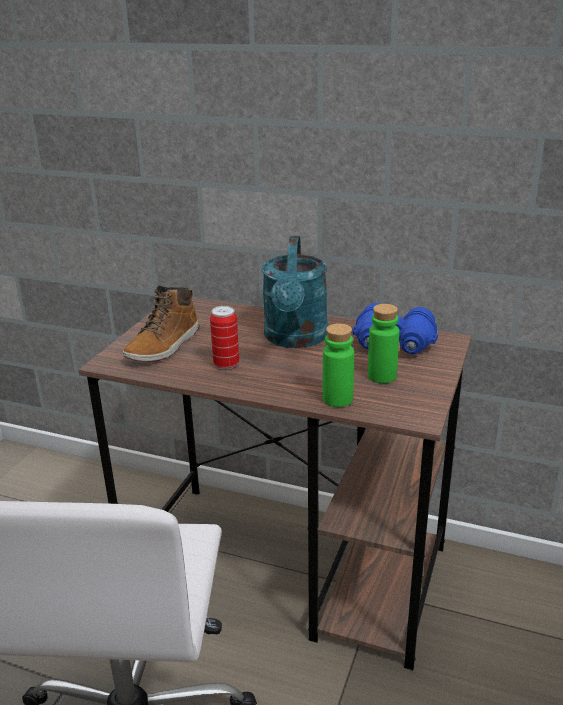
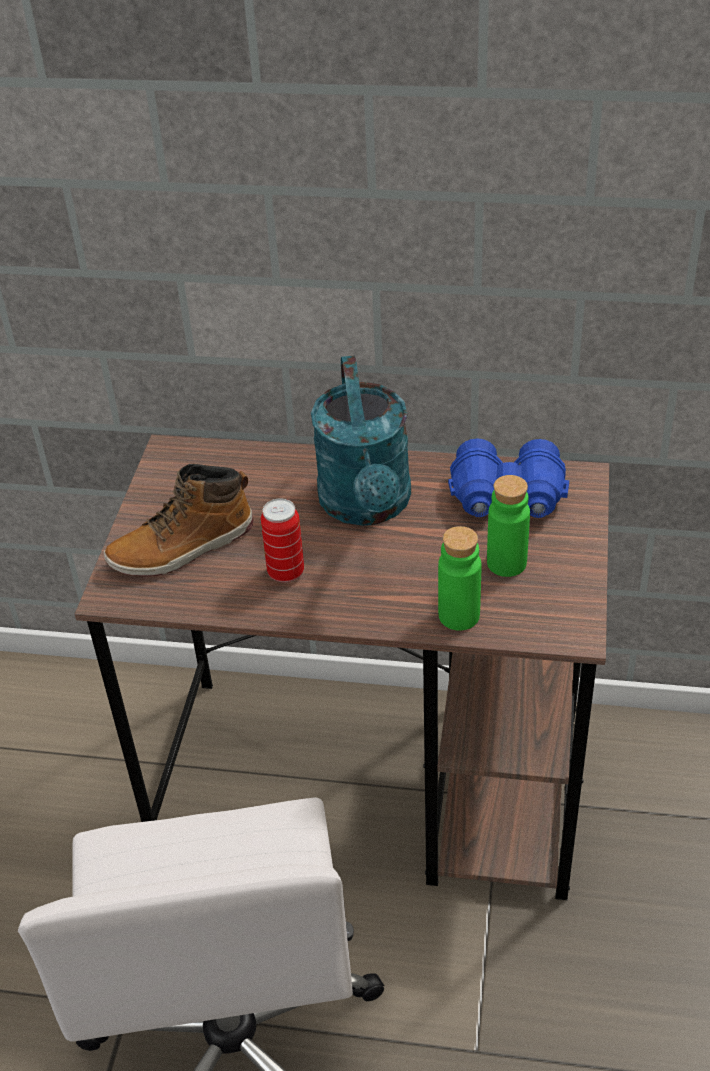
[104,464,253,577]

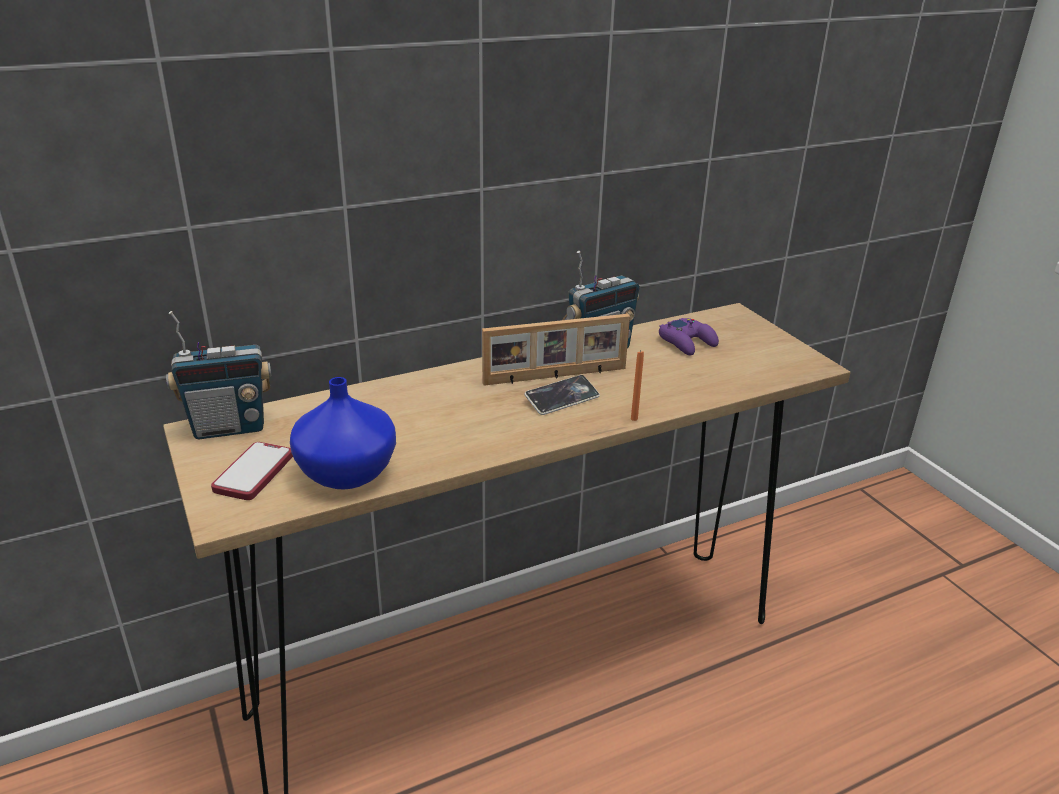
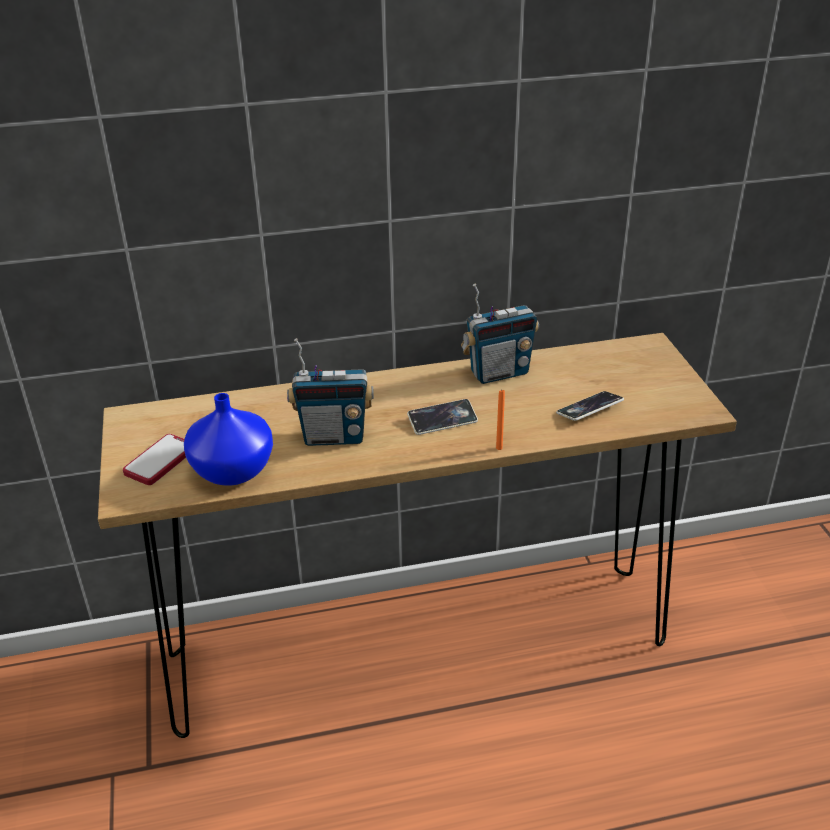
[482,314,630,386] (first image)
[659,318,719,355] (first image)
[556,391,624,421]
[287,338,374,446]

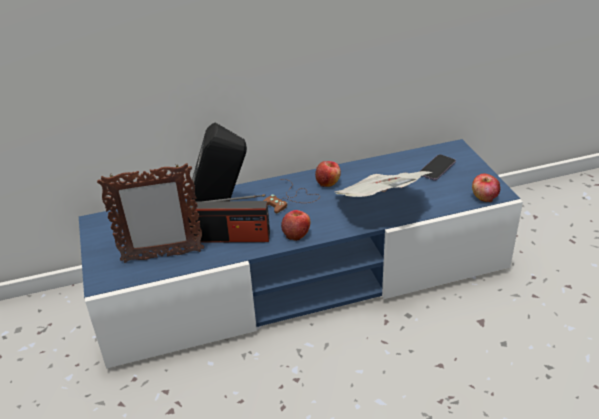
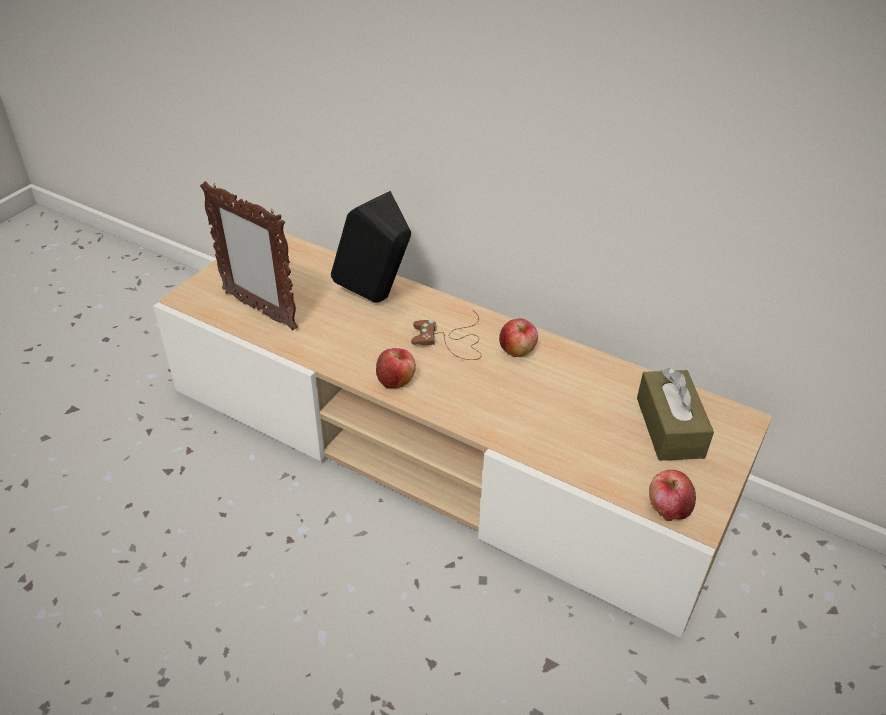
[188,194,270,243] (first image)
[335,171,432,197] (first image)
[637,368,714,461]
[153,233,773,638]

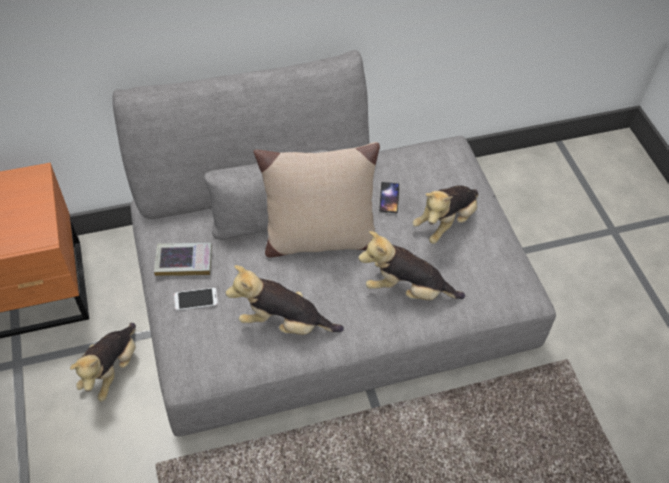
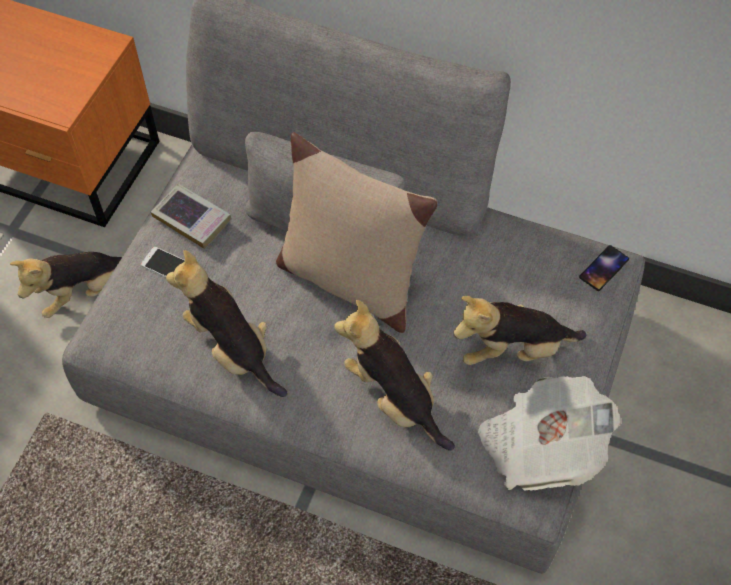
[478,376,621,491]
[579,245,629,291]

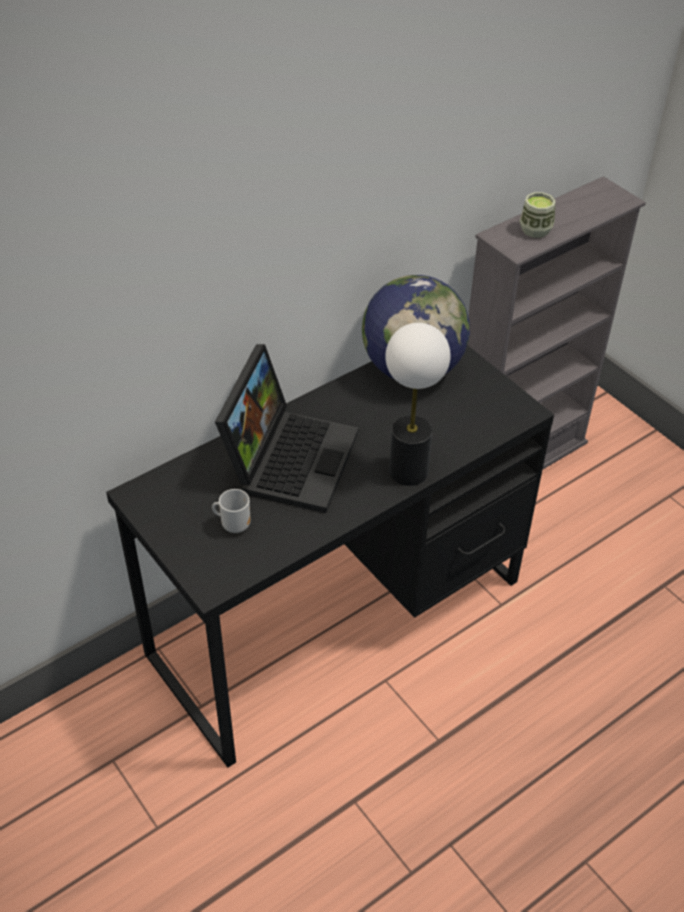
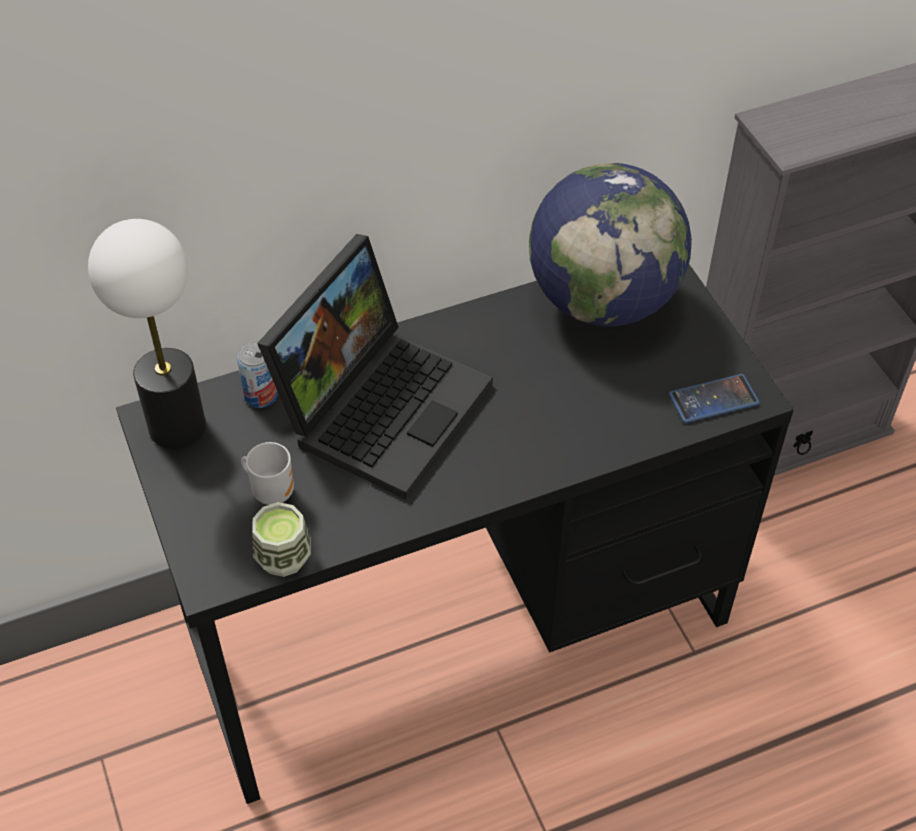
[237,342,277,408]
[669,374,760,423]
[88,219,206,449]
[252,502,311,577]

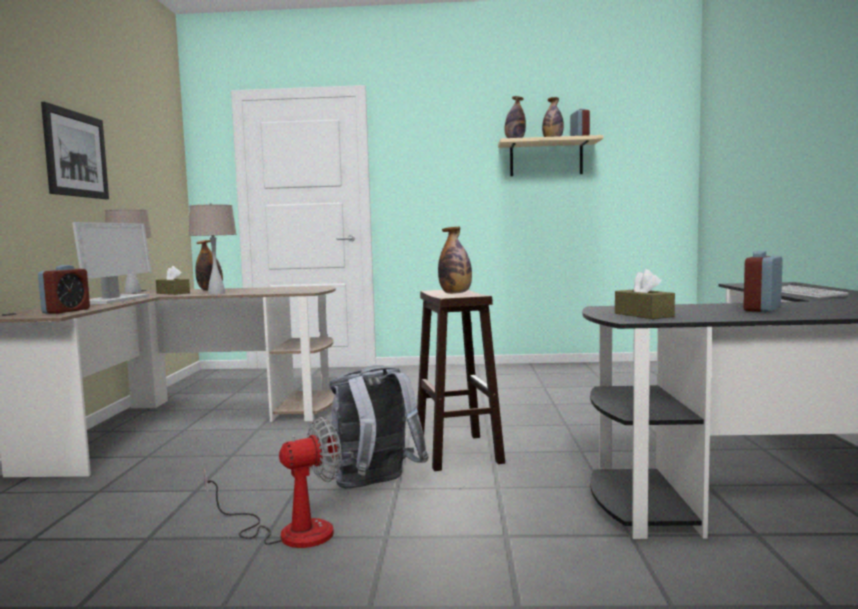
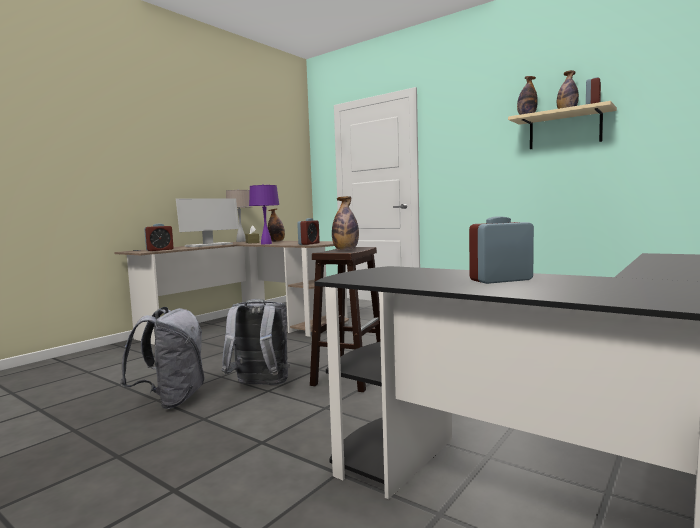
[41,102,109,199] (first image)
[615,269,675,319] (first image)
[782,285,849,298] (first image)
[297,218,320,245]
[120,307,205,409]
[249,184,279,244]

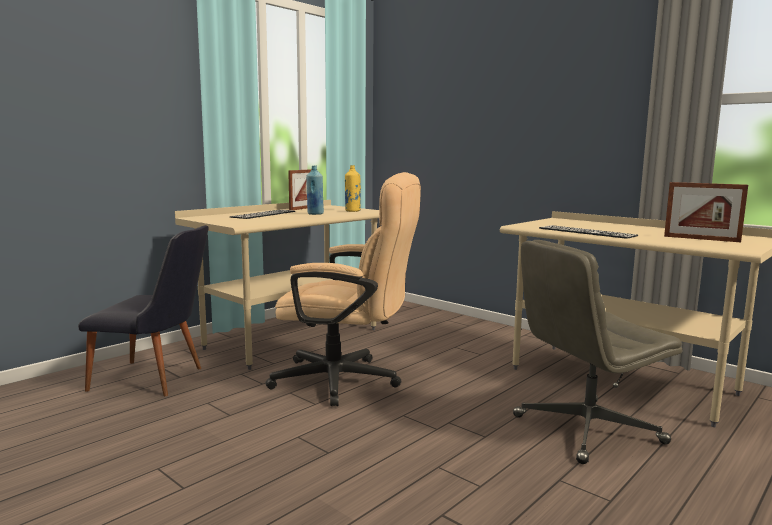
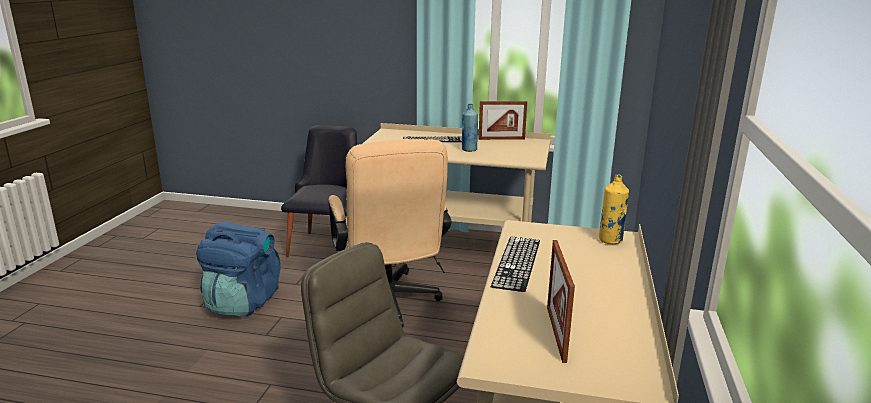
[196,222,281,316]
[599,174,629,244]
[281,125,357,258]

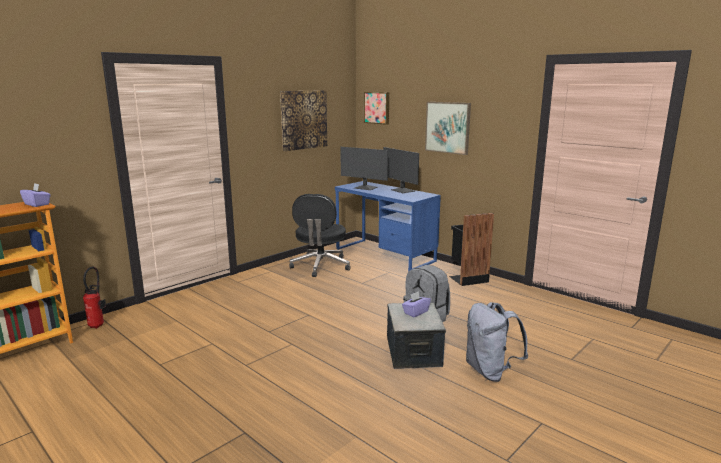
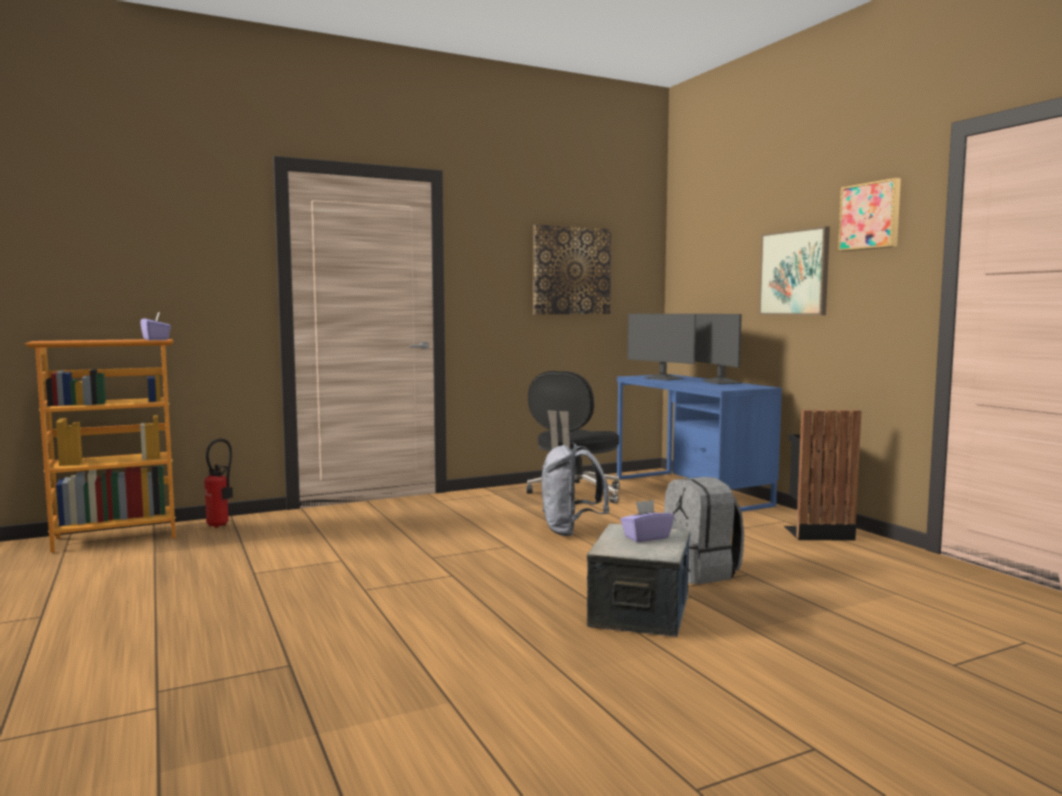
[838,178,901,251]
[541,443,609,536]

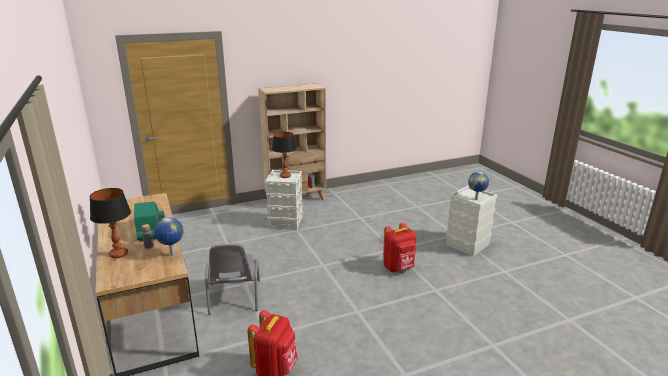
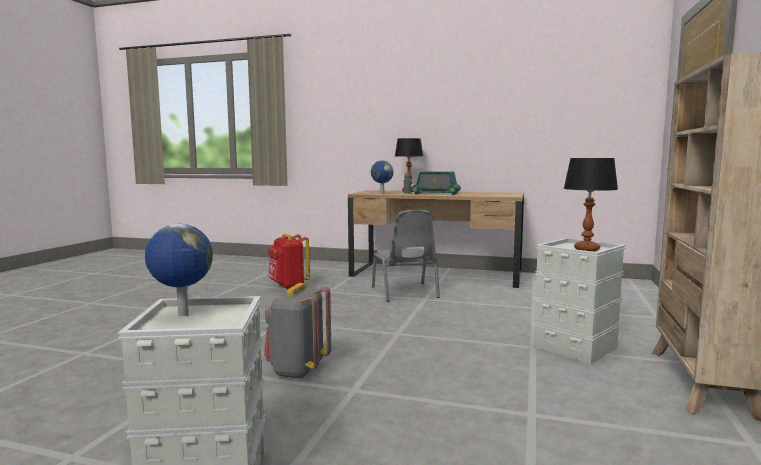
[264,283,331,379]
[372,210,440,302]

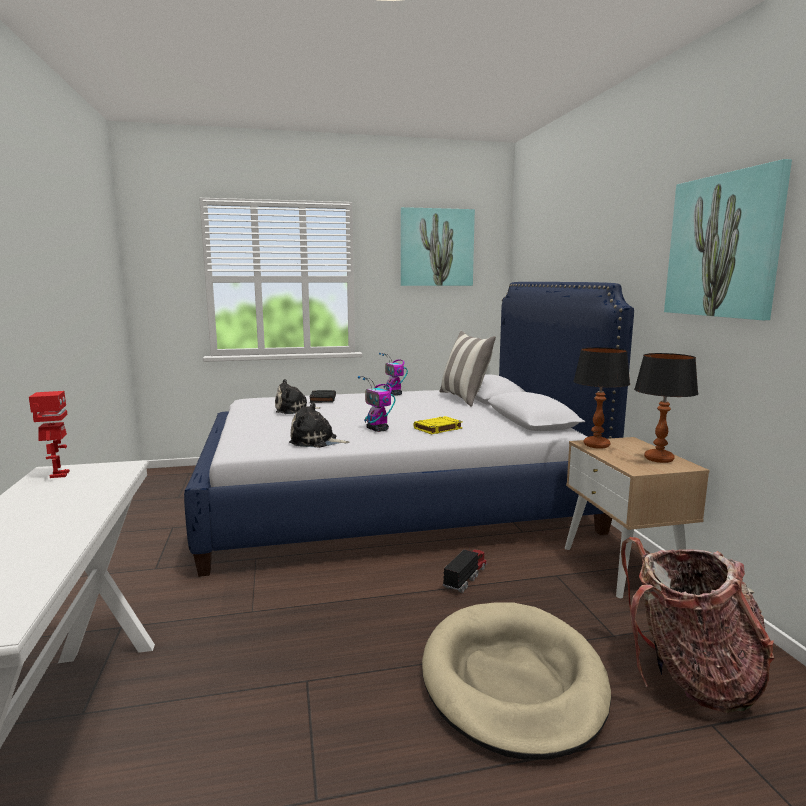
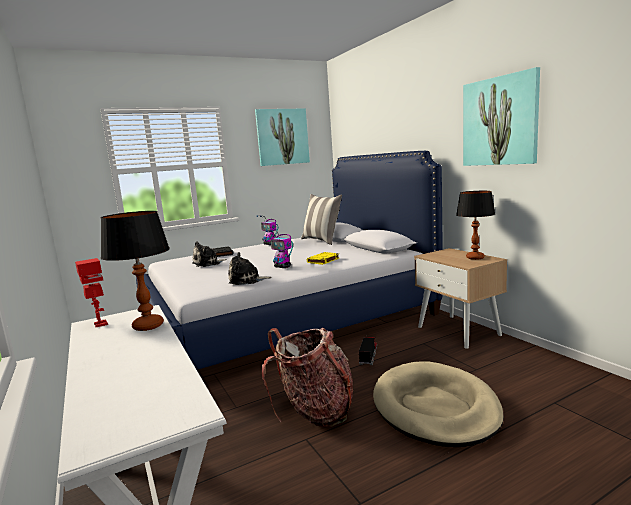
[101,211,170,331]
[261,327,353,427]

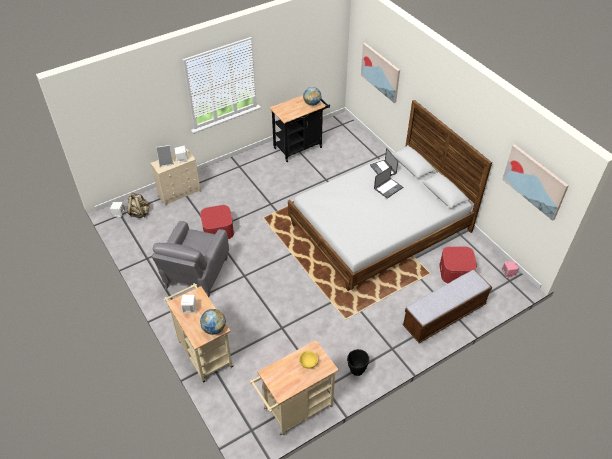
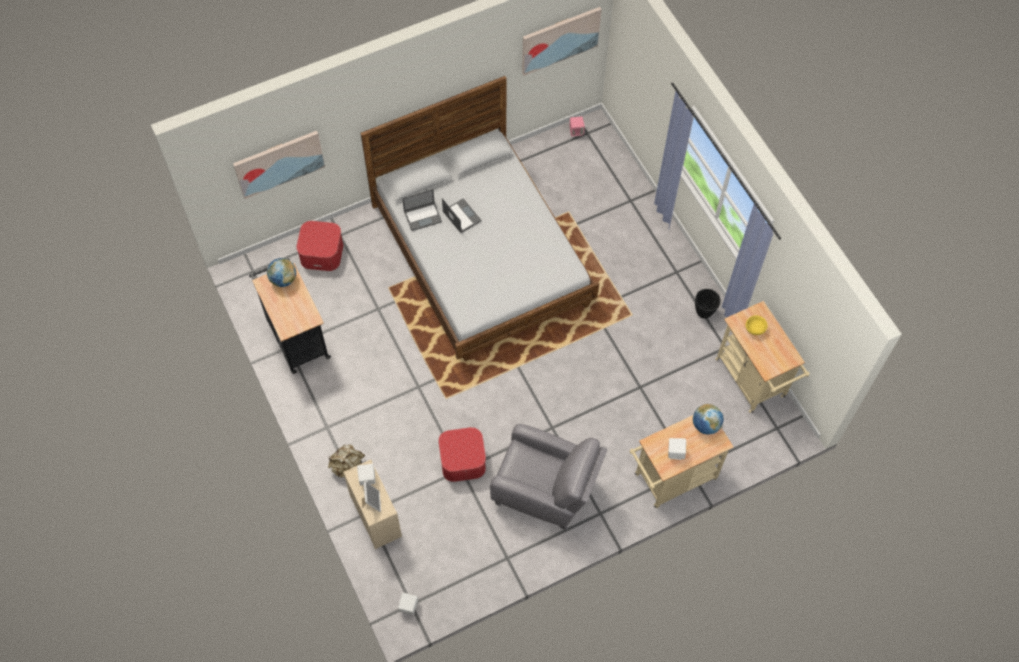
[402,270,492,343] (first image)
[328,445,365,477]
[296,221,343,271]

